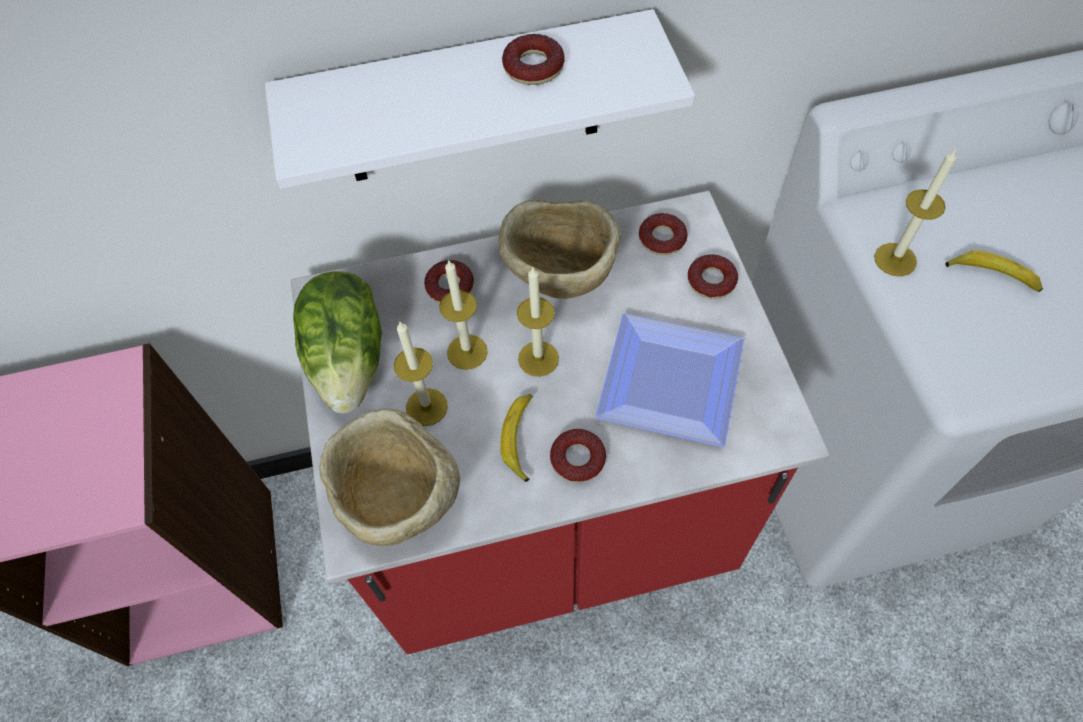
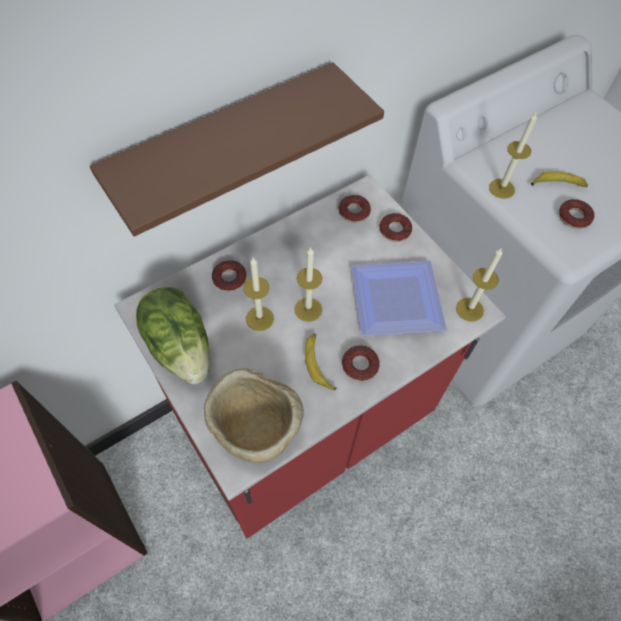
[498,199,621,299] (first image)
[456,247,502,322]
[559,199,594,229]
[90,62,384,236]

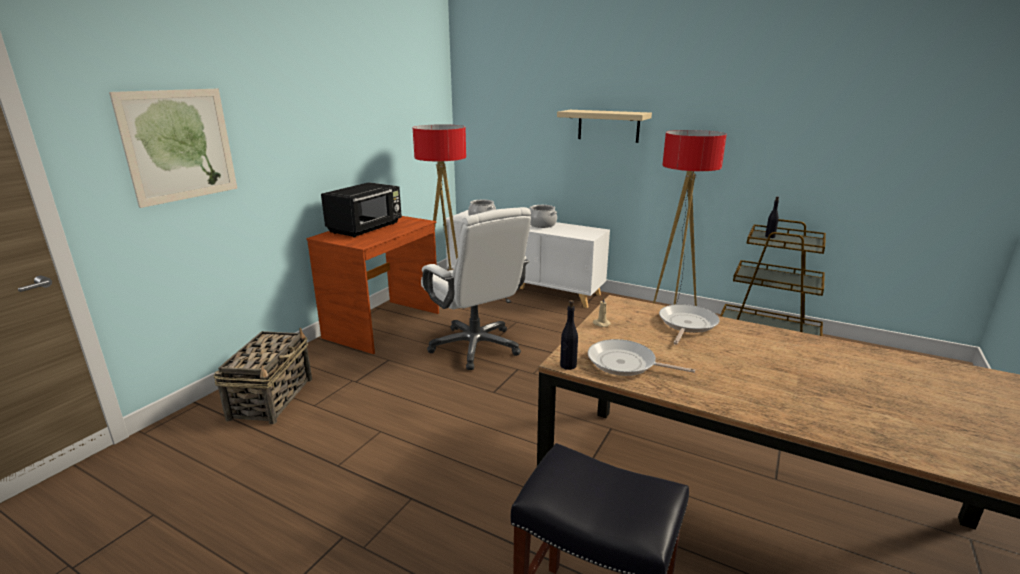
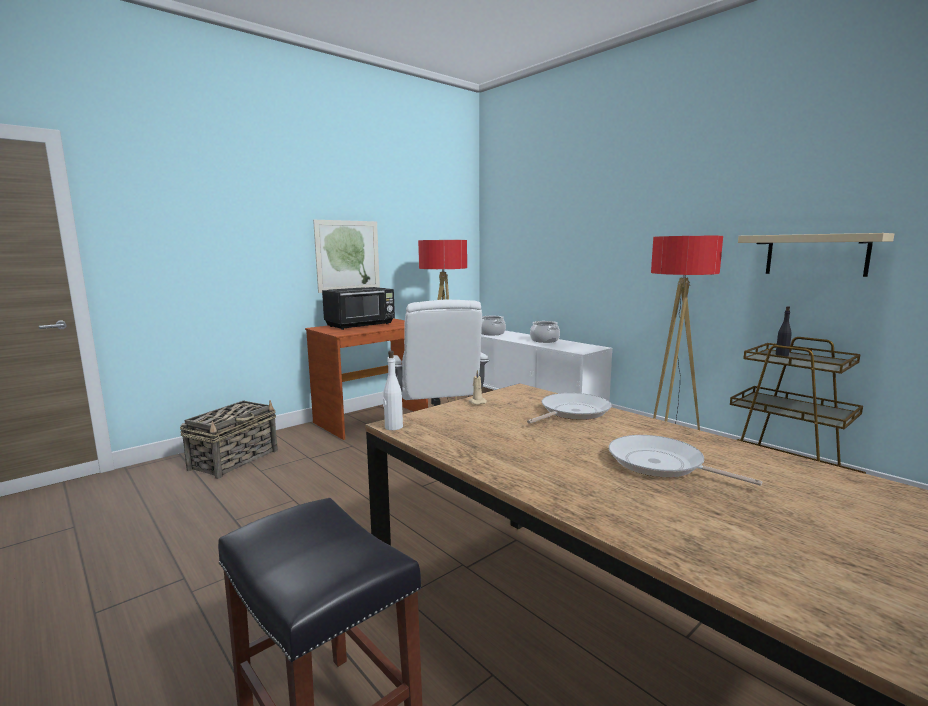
[313,220,380,293]
[738,233,894,277]
[609,435,762,486]
[383,351,403,430]

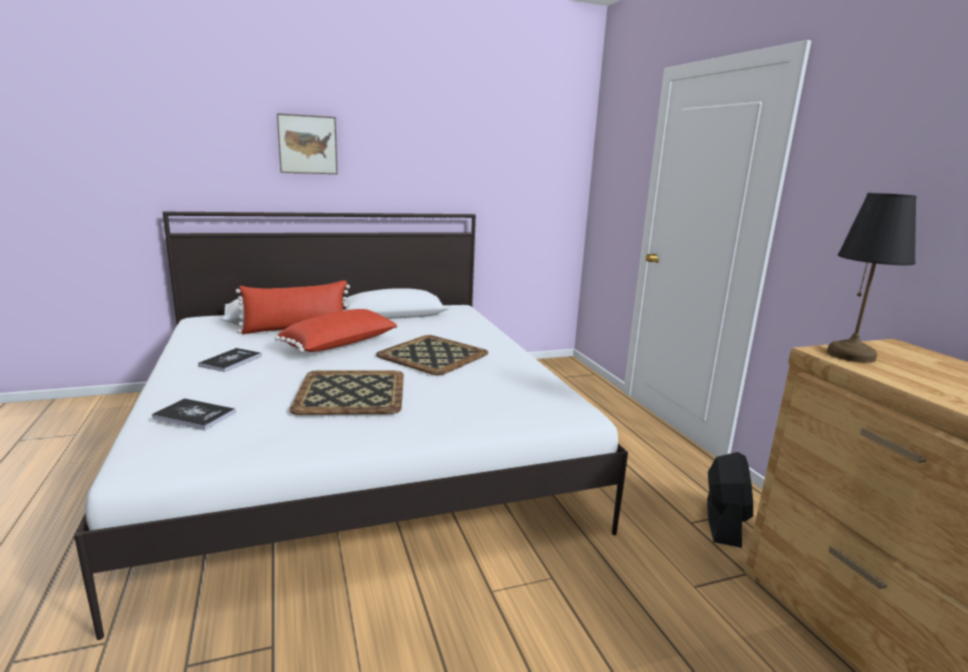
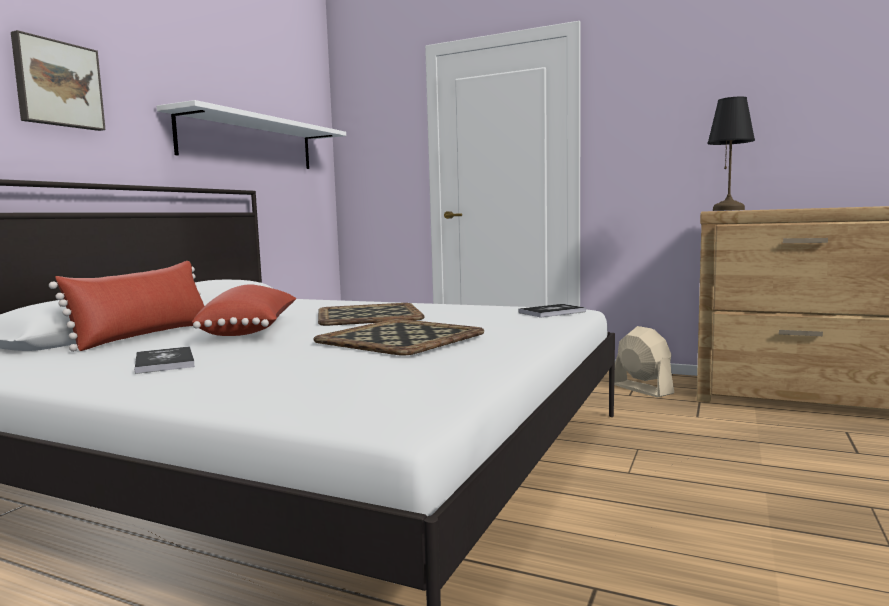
[157,100,346,169]
[518,304,586,318]
[614,326,674,397]

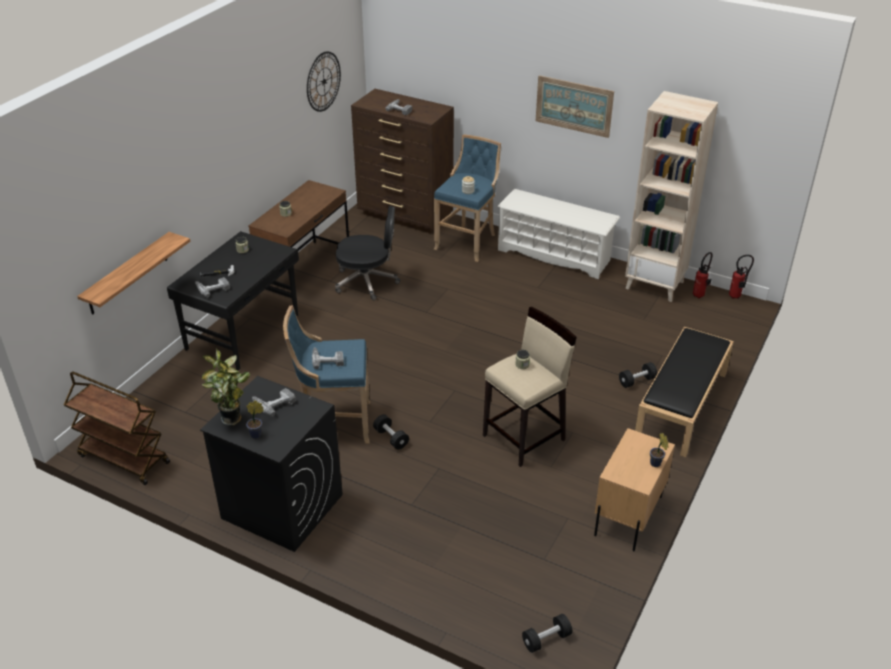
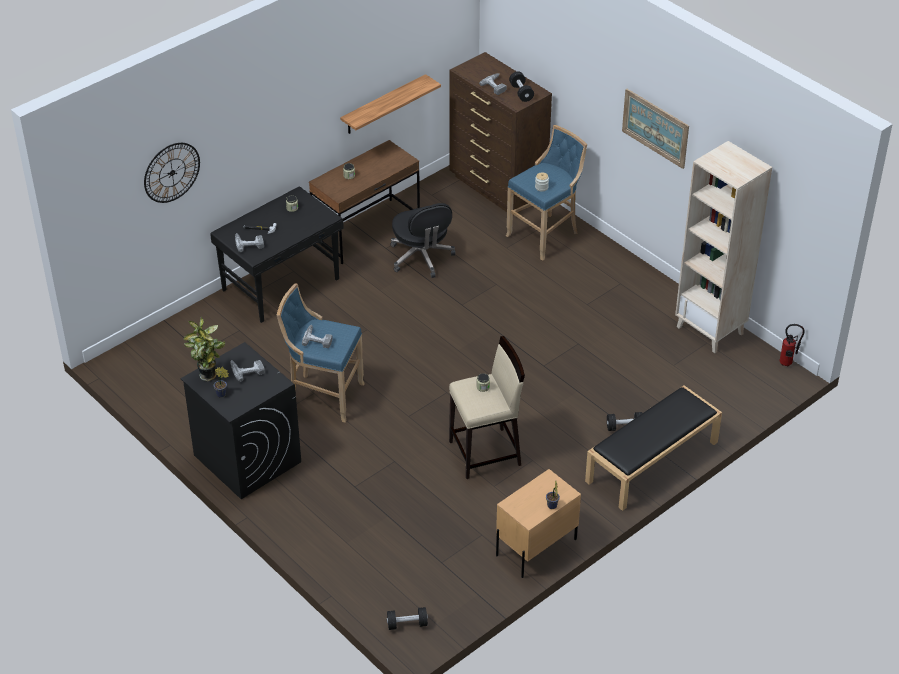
[64,371,170,485] (first image)
[497,189,620,279] (first image)
[693,252,713,299] (first image)
[340,74,441,134]
[144,143,200,203]
[509,71,534,102]
[390,203,455,278]

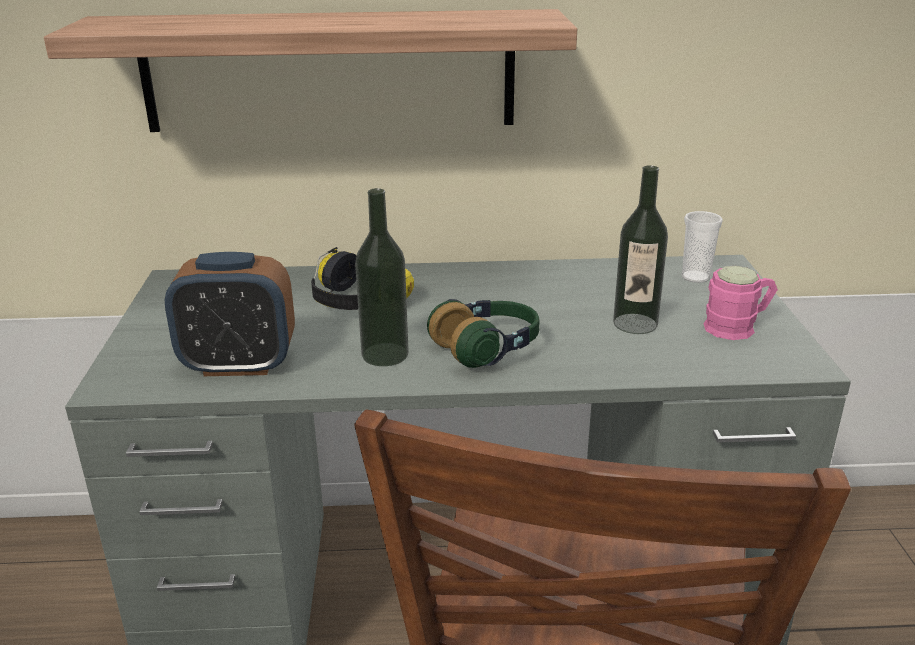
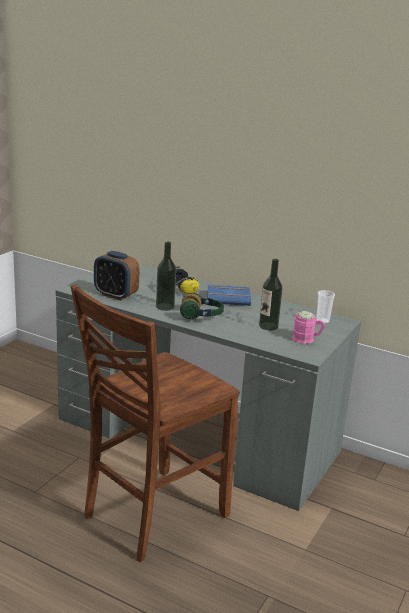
[44,9,577,132] (first image)
[207,285,251,306]

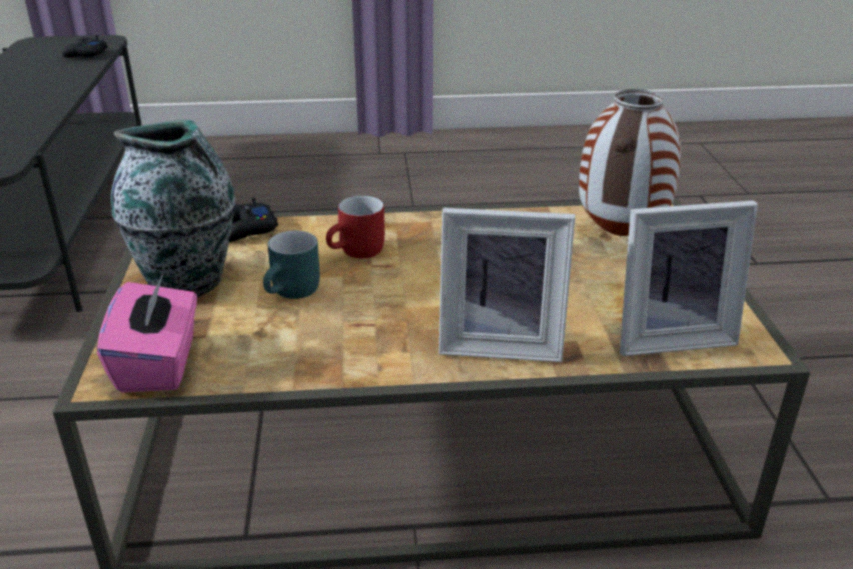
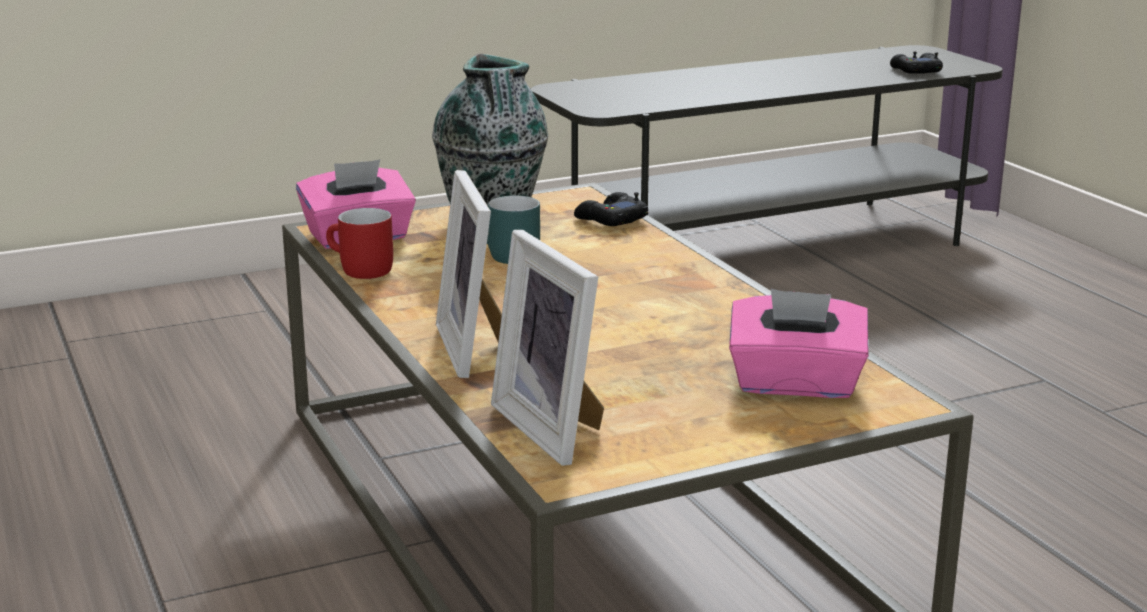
[326,208,393,279]
[729,289,869,398]

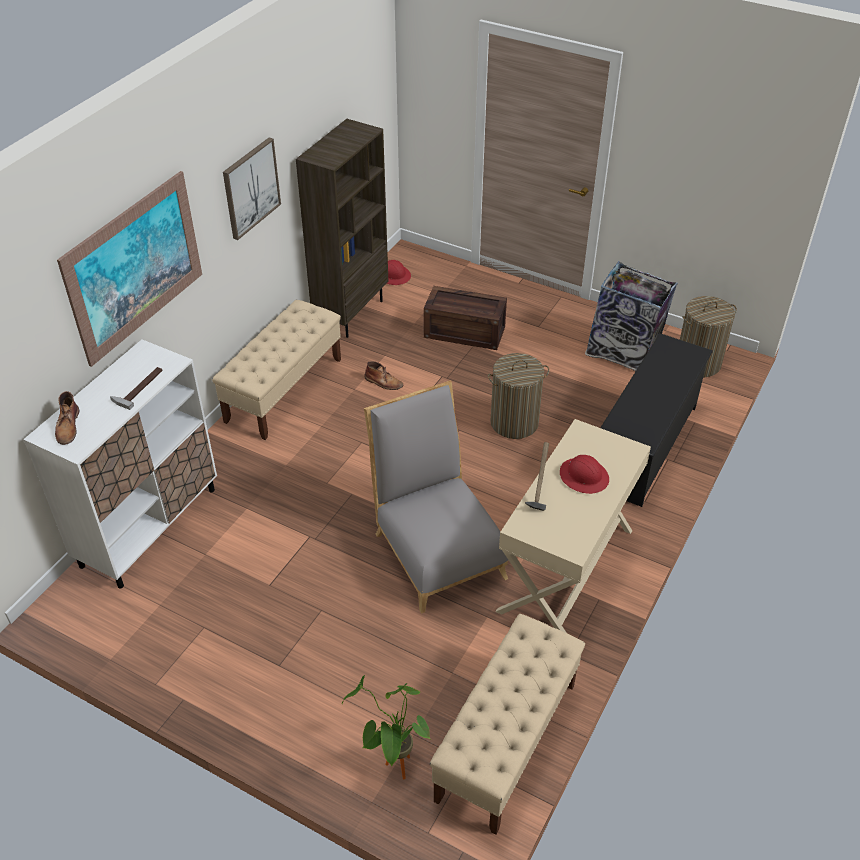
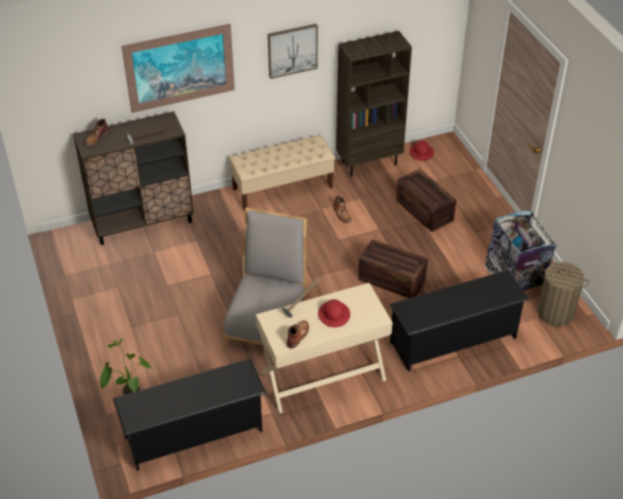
[286,320,309,348]
[113,358,266,471]
[358,239,428,298]
[73,111,194,245]

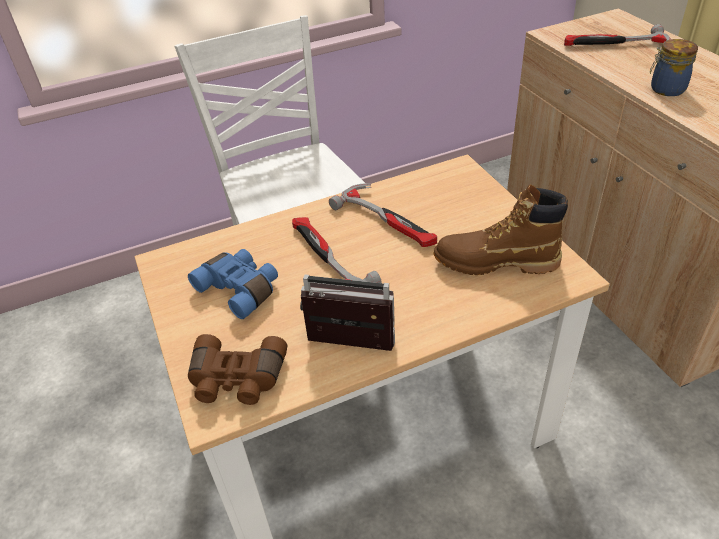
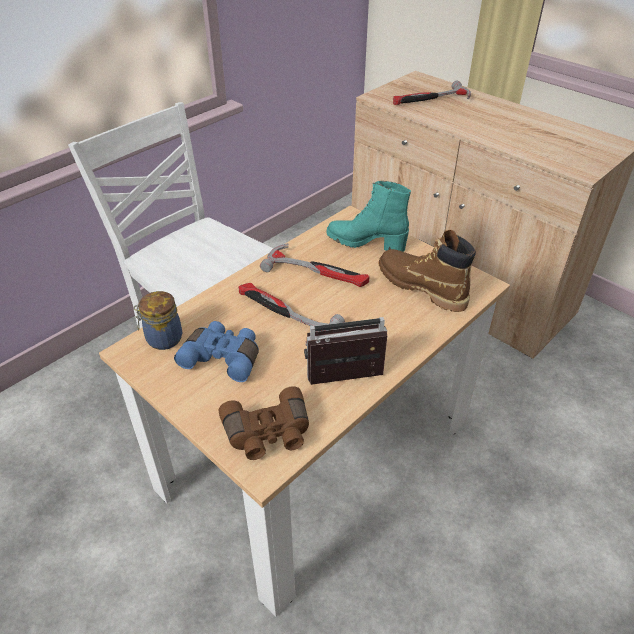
[326,181,411,252]
[134,291,182,350]
[378,230,476,312]

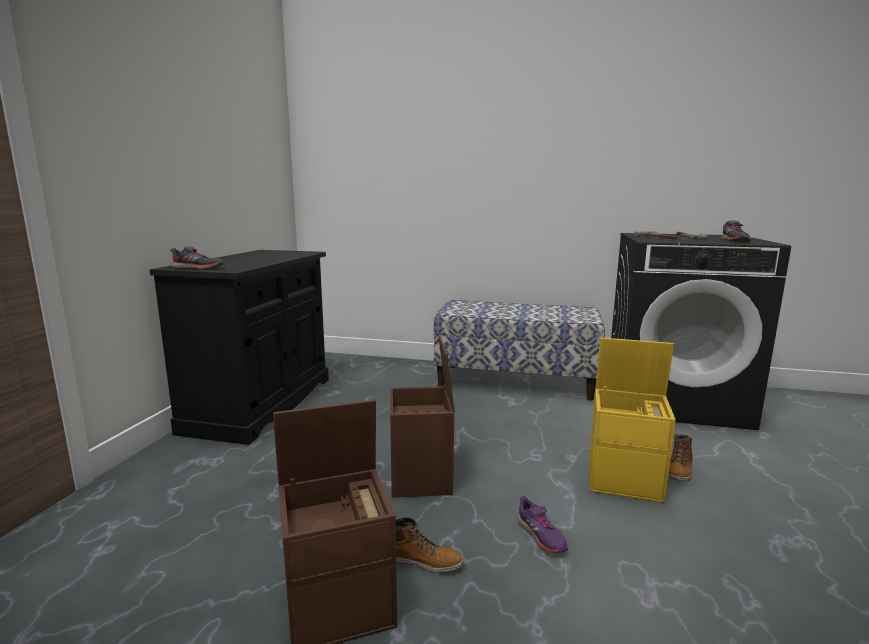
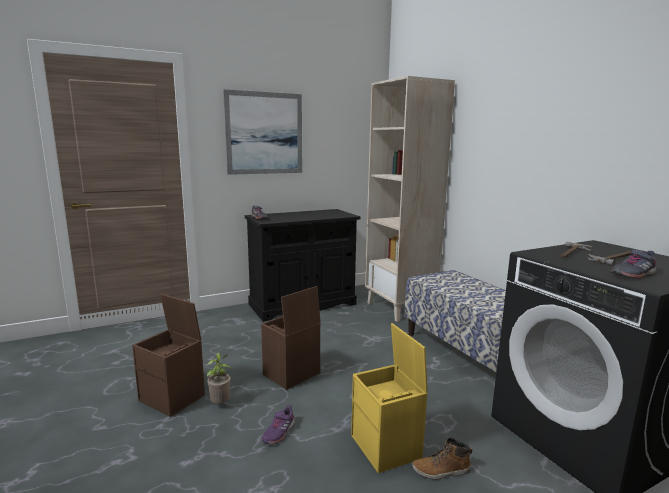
[223,89,302,175]
[365,76,455,322]
[207,352,231,403]

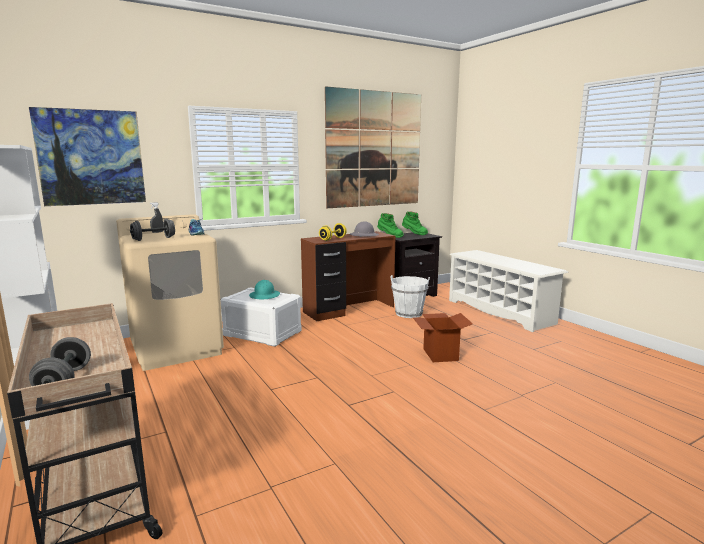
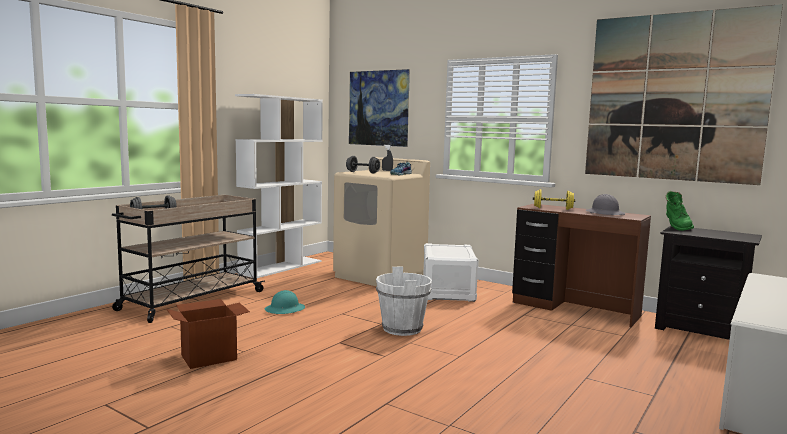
[402,211,428,235] (first image)
[265,290,305,314]
[376,266,432,336]
[166,299,250,369]

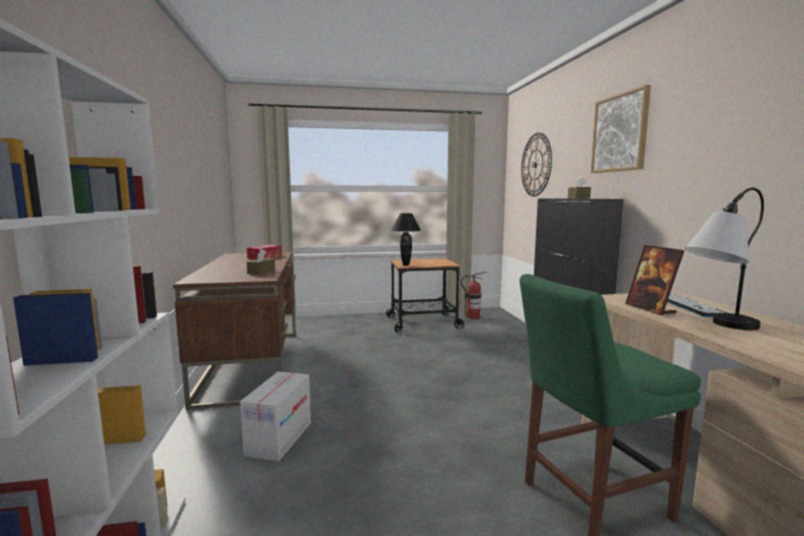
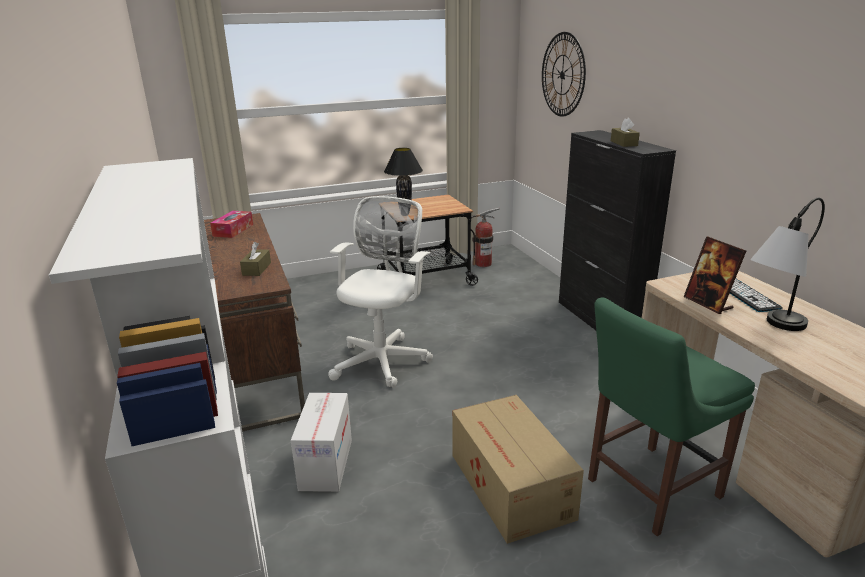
[591,85,651,173] (first image)
[328,196,433,388]
[452,395,584,544]

